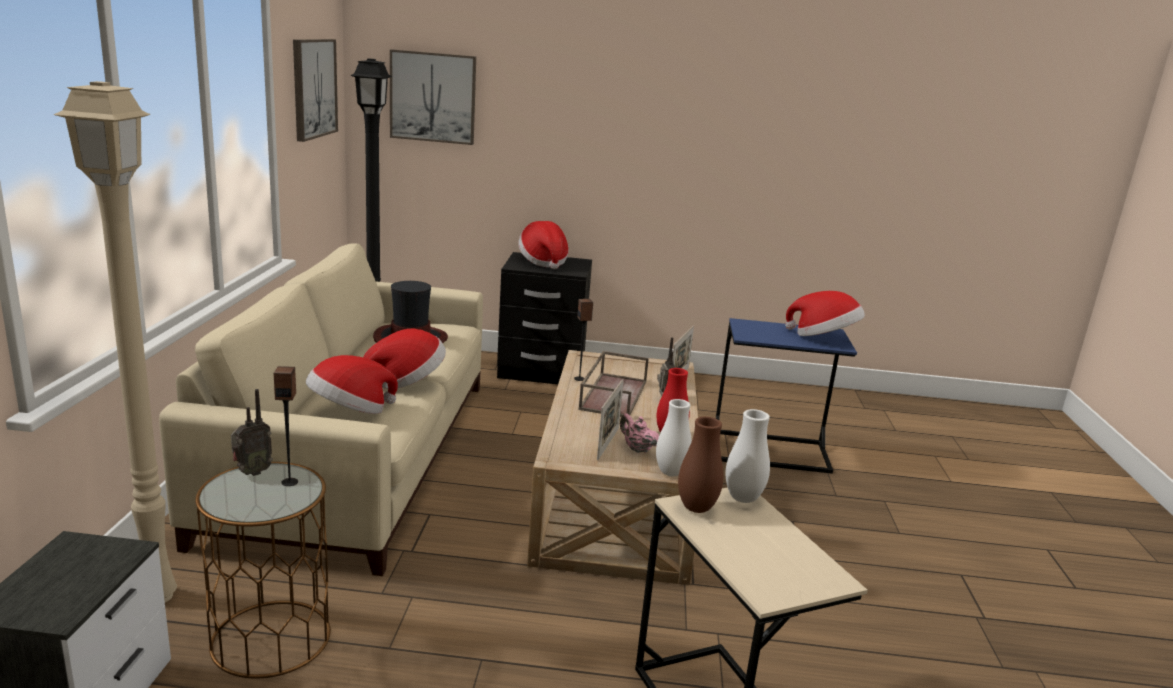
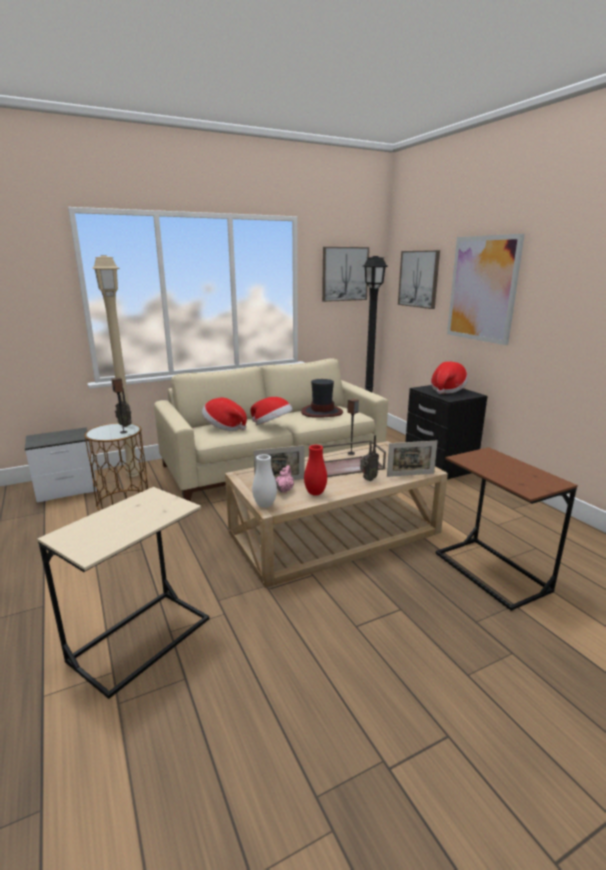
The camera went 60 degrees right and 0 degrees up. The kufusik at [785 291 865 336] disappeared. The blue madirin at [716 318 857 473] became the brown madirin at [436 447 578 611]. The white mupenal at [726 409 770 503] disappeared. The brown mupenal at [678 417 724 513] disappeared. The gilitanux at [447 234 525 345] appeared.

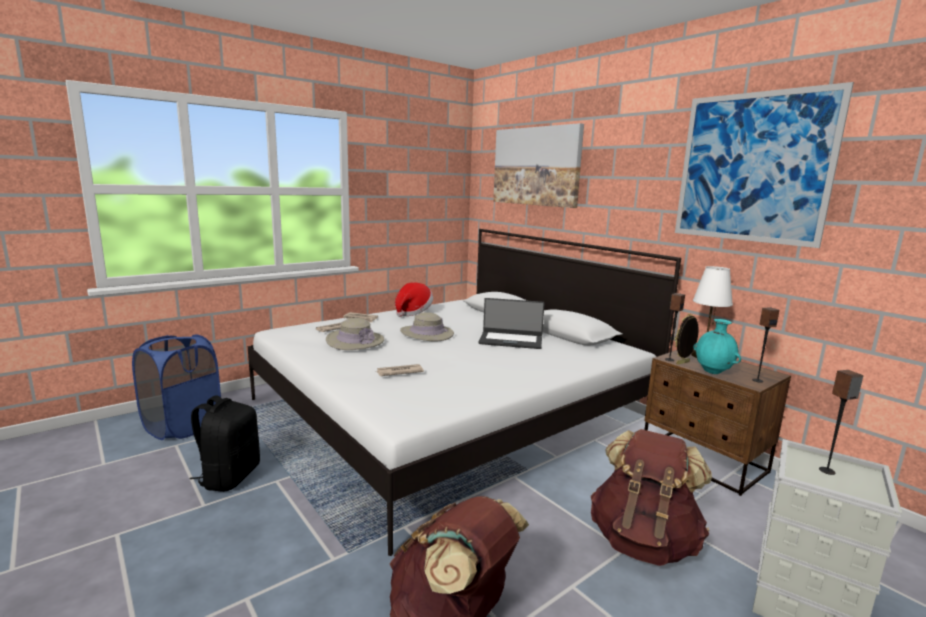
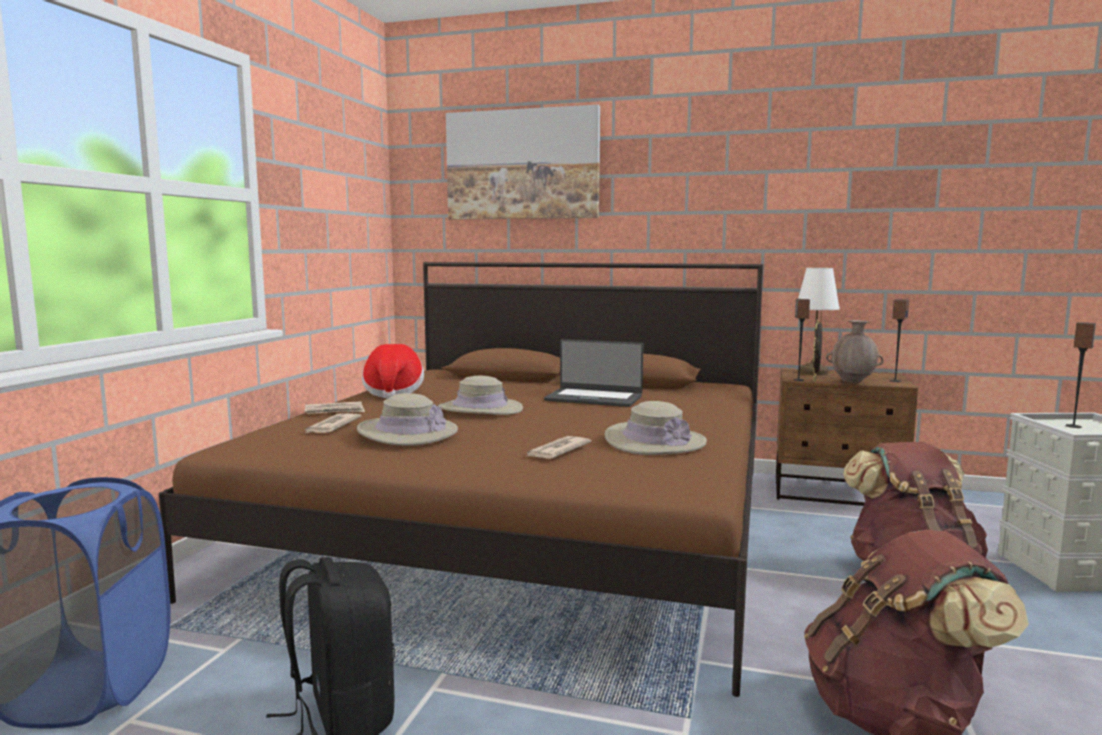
The camera went 35 degrees left and 5 degrees down. The gilitanux at [675 82 854 248] disappeared. The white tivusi at [248 229 681 556] became the brown tivusi at [159 262 763 697]. The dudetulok at [478 298 545 349] turned 45 degrees clockwise. The turquoise mupenal at [693 319 741 374] became the brown mupenal at [826 320 884 383]. The beige kufusik at [605 401 707 455] appeared.

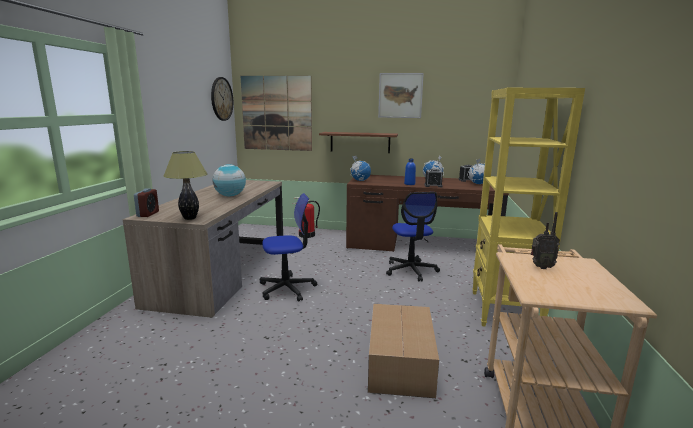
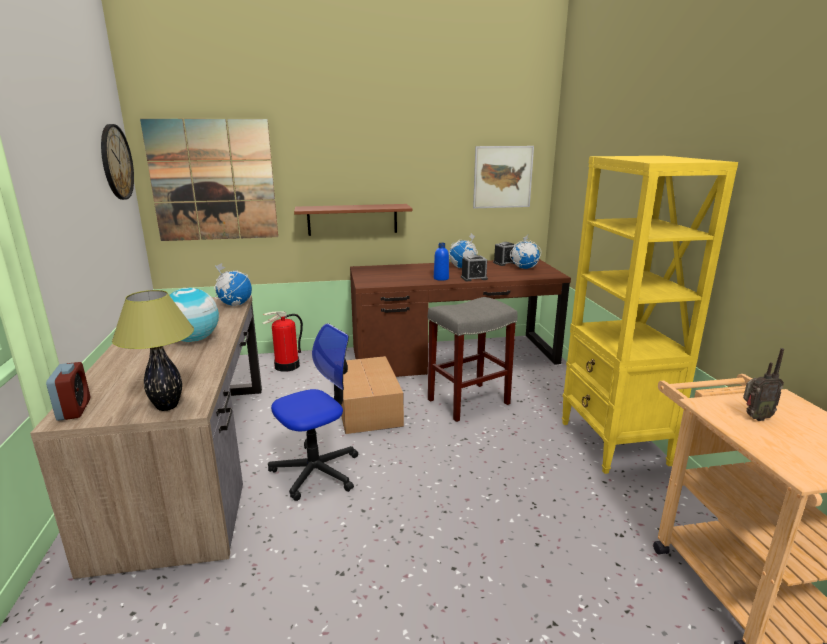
The camera went 20 degrees left and 5 degrees up. The gilitanux moved from [378 73 424 118] to [473 146 534 208]. The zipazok moved from [350 155 371 181] to [214 263 252 306]. The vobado at [386 192 440 282] was replaced by the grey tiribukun at [428 297 518 422]. The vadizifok moved from [368 304 439 398] to [341 356 404 434].

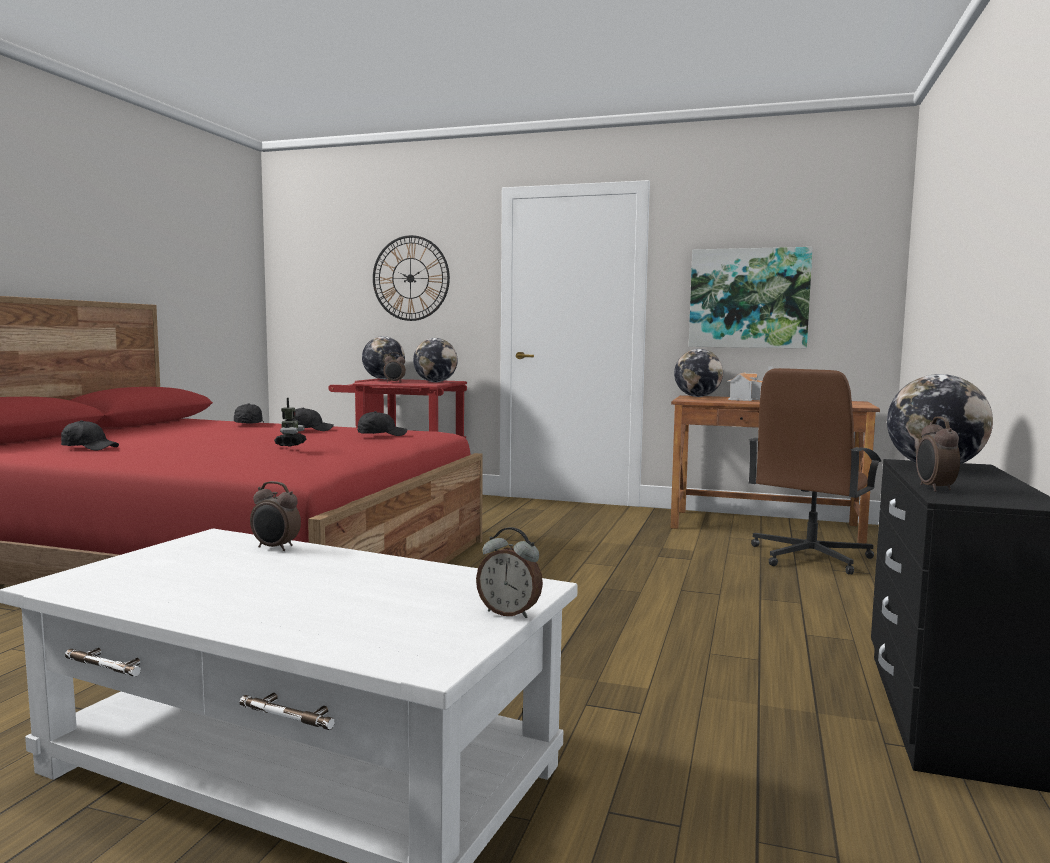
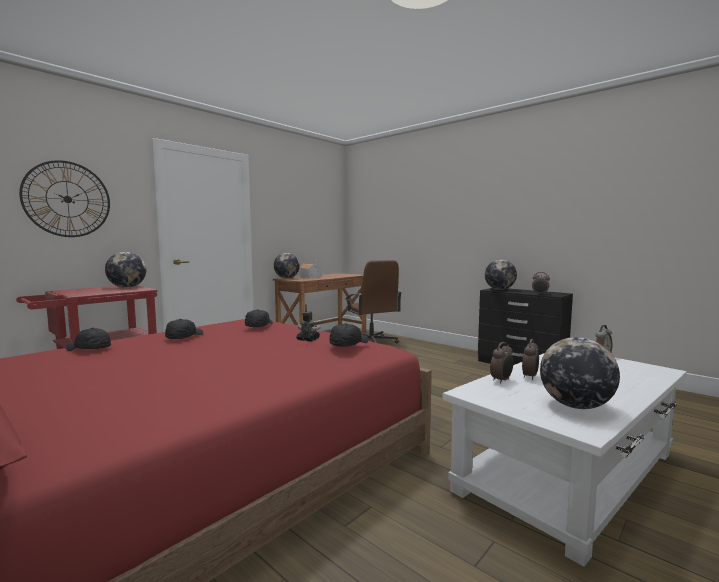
The camera went 65 degrees left and 0 degrees up. The gilitanux at [689 247 813 348] disappeared. The zipazok moved from [362 336 405 379] to [540 337 620 409]. The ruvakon moved from [383 352 406 382] to [522 339 539 380]. The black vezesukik moved from [61 420 119 450] to [330 323 368 347].

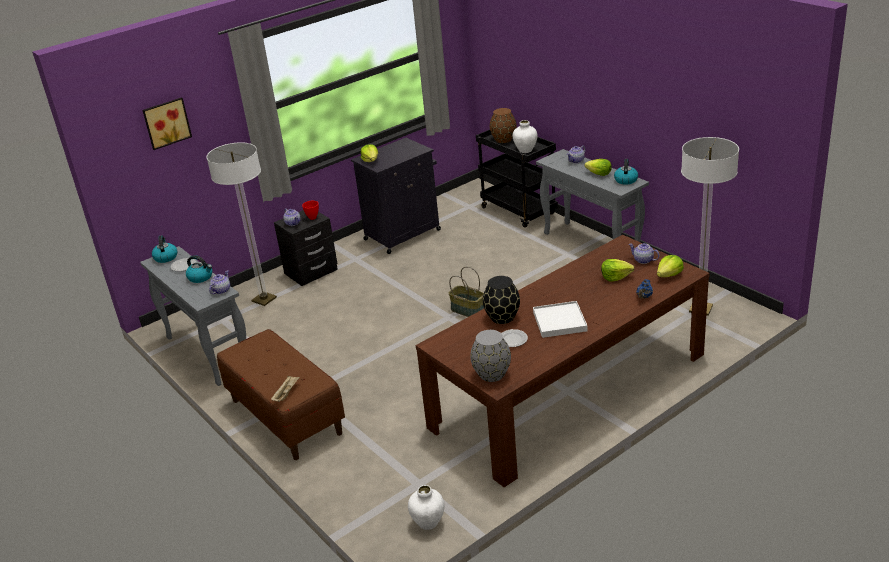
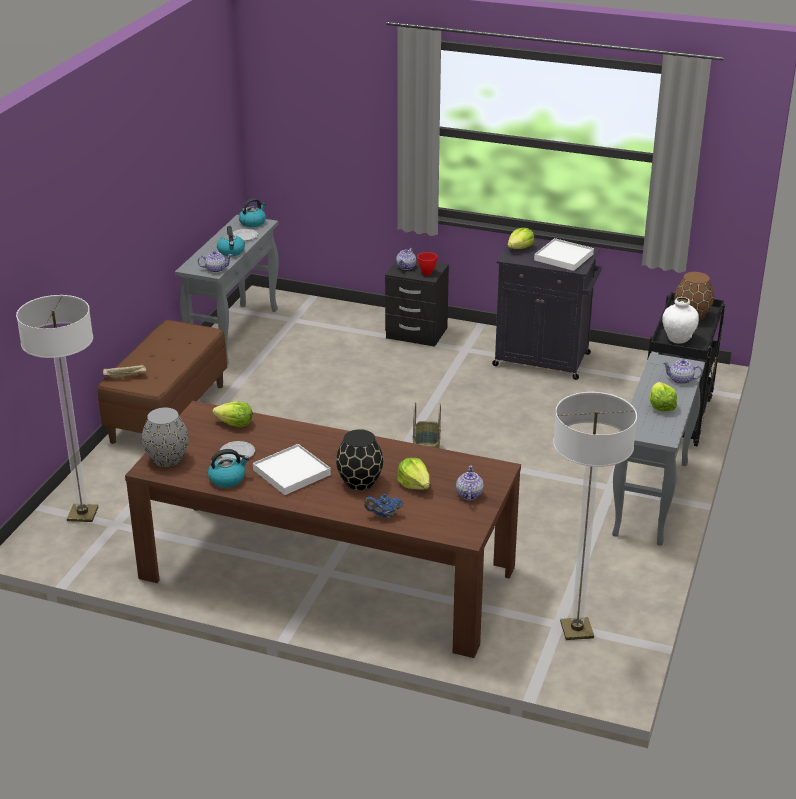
The camera went 55 degrees right and 0 degrees up. The gilitanux at [142 97 192 150] disappeared. The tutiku moved from [206 142 277 306] to [16 295 98 522]. The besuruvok moved from [614 159 638 185] to [208 449 249 488]. The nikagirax moved from [657 255 684 277] to [212 402 253 428]. The black mupenal moved from [483 276 520 324] to [336 429 383 490]. The white mupenal at [408 485 445 530] disappeared. The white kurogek at [534 238 594 271] appeared.

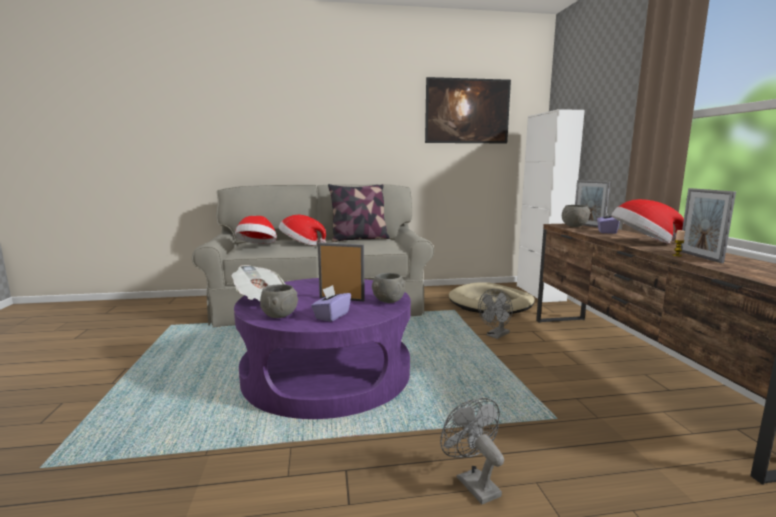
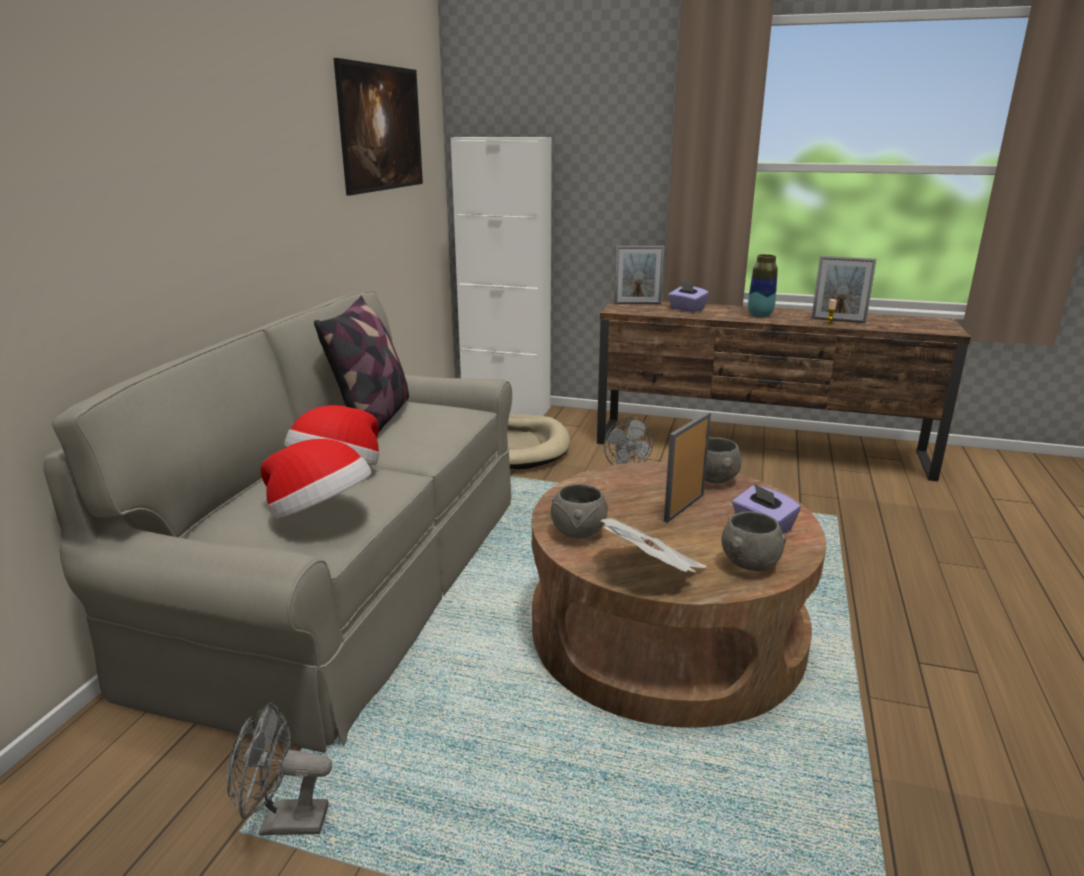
The camera went 65 degrees left and 10 degrees up. The kufusik at [611 199 684 244] was replaced by the mupenal at [748 254 778 317]. The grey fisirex moved from [562 205 591 227] to [551 484 608 539]. The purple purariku at [234 278 411 419] became the brown purariku at [532 462 826 728]. The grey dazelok moved from [440 398 504 505] to [227 702 332 835].

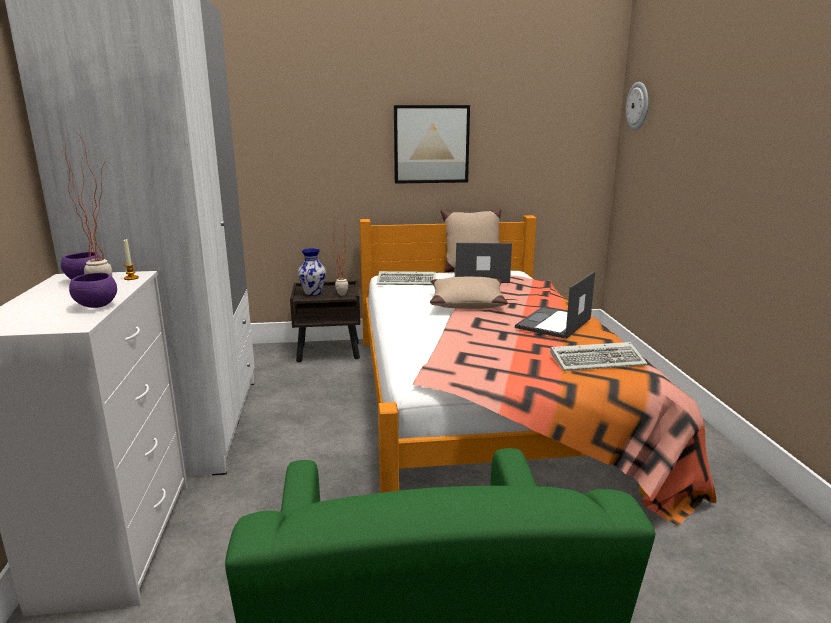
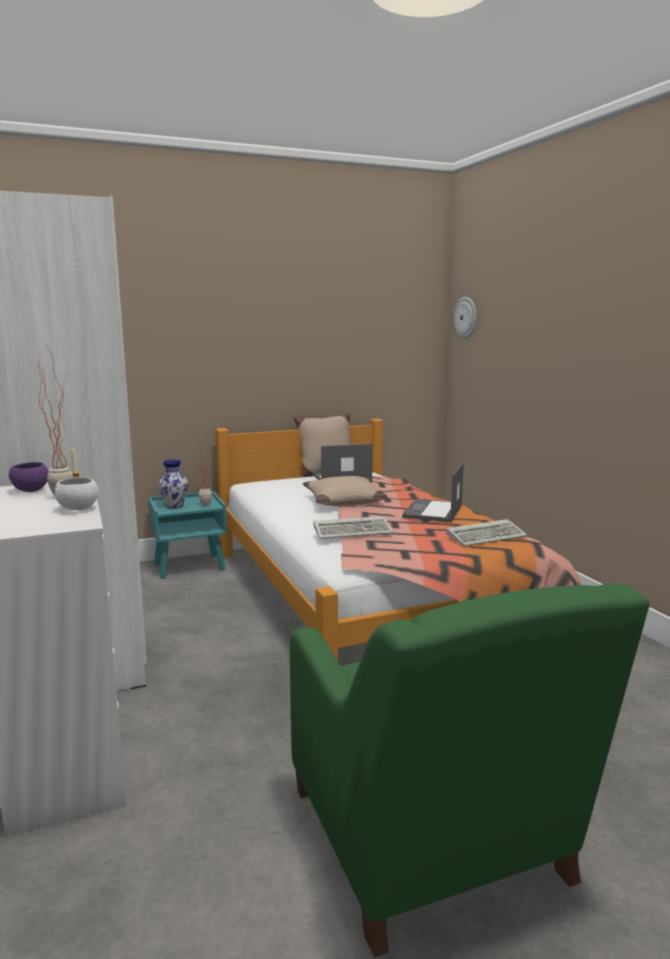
The camera went 15 degrees left and 5 degrees down. The gilitanux at [394 105 470 184] disappeared. The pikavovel moved from [377 271 436 285] to [314 516 393 539]. The purple fisirex at [69 273 117 308] became the white fisirex at [55 477 99 510]. The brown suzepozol at [290 281 360 362] became the turquoise suzepozol at [148 491 227 579].

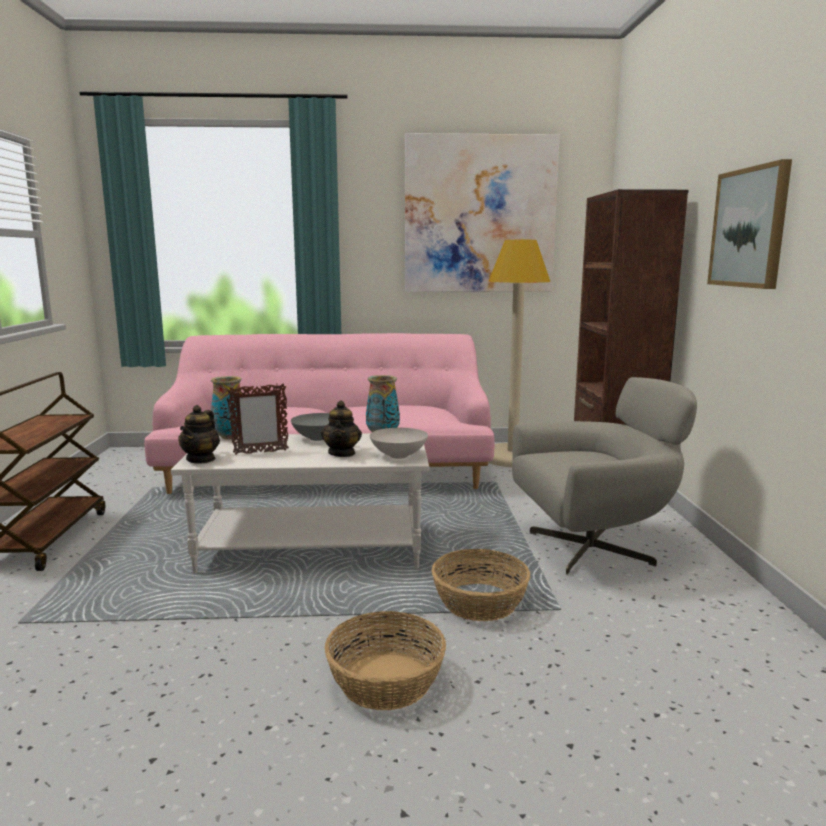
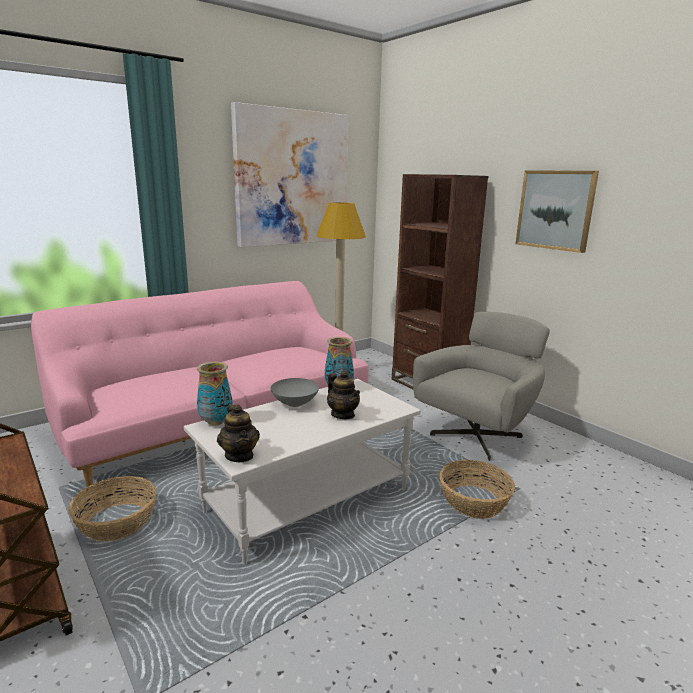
The camera went 35 degrees left and 5 degrees up. The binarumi at [227 384 289 455] disappeared. The white fisirex at [370 428 428 459] disappeared. The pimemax moved from [325 611 446 710] to [68 476 156 541].

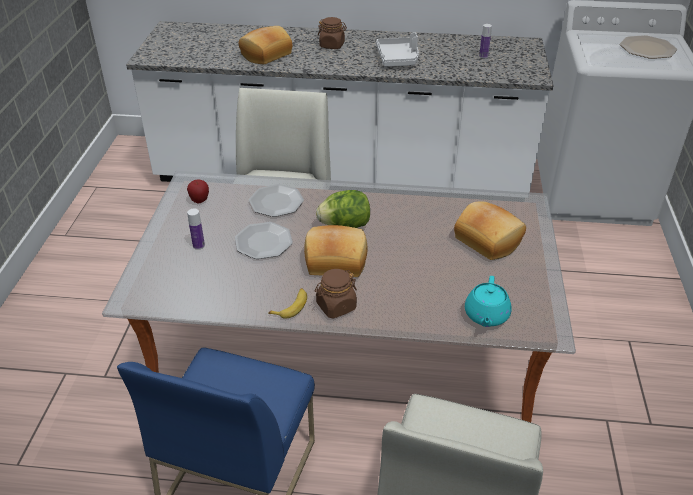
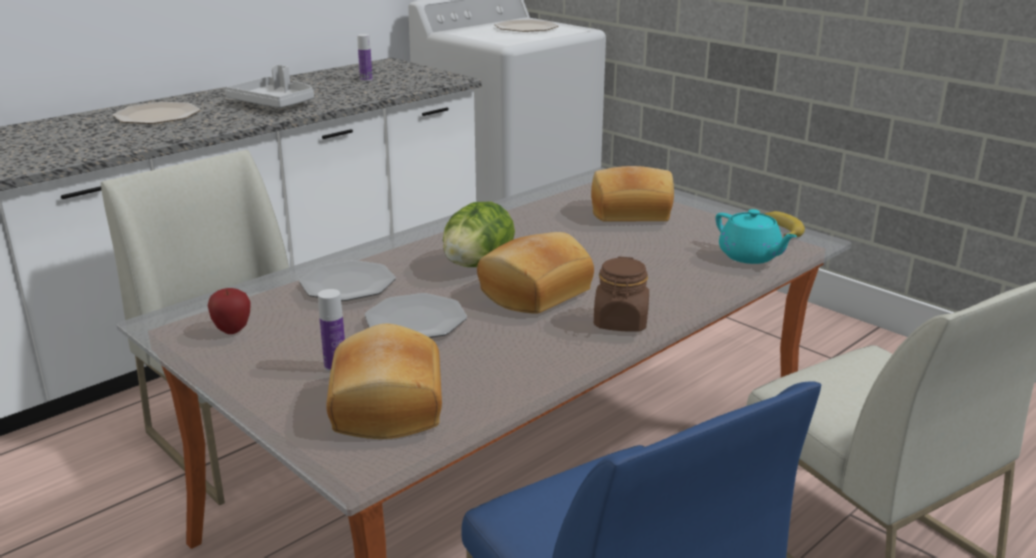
The camera went 50 degrees left and 15 degrees down. The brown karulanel at [318 17 347 49] was replaced by the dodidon at [112 102 200 124]. The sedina moved from [239 26 293 64] to [326 324 442 439]. The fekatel moved from [268 288 307 319] to [765 211 805 237].

